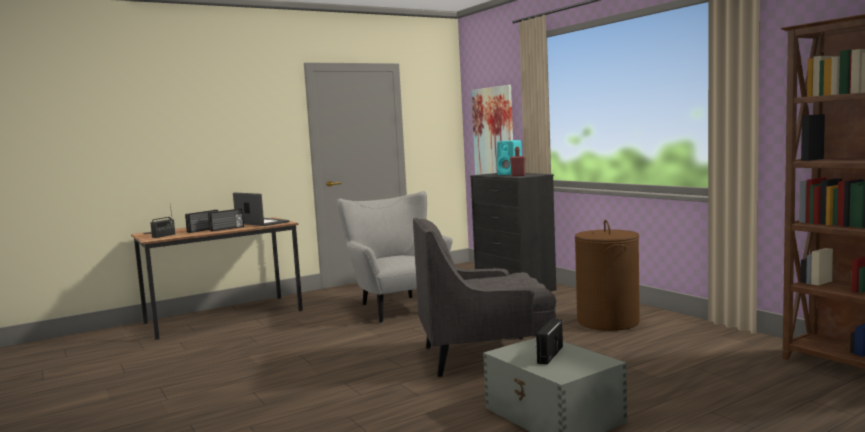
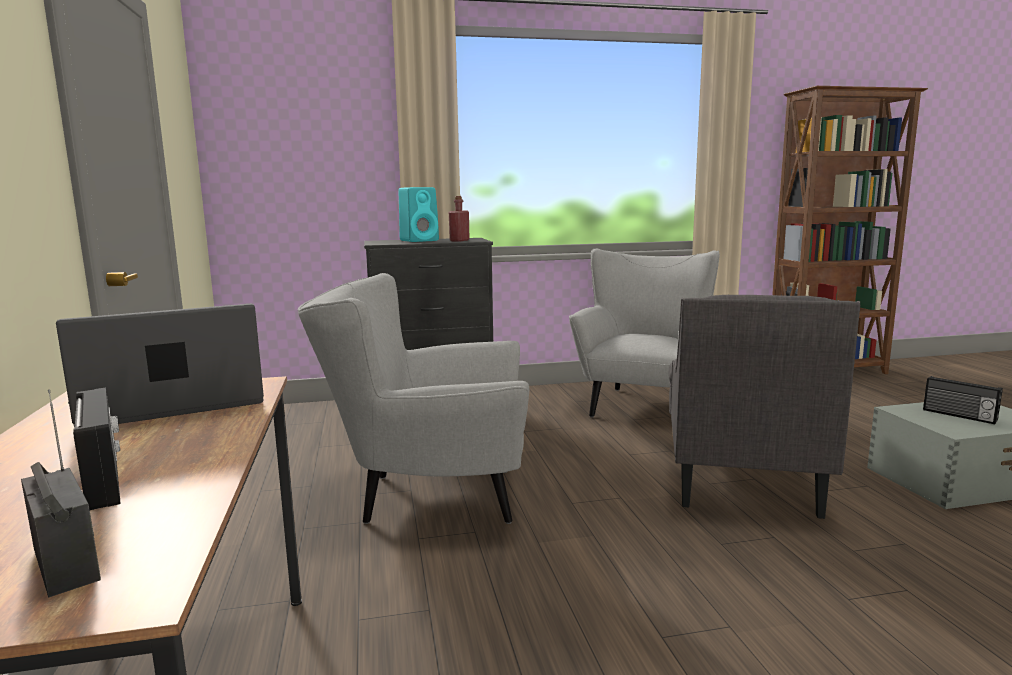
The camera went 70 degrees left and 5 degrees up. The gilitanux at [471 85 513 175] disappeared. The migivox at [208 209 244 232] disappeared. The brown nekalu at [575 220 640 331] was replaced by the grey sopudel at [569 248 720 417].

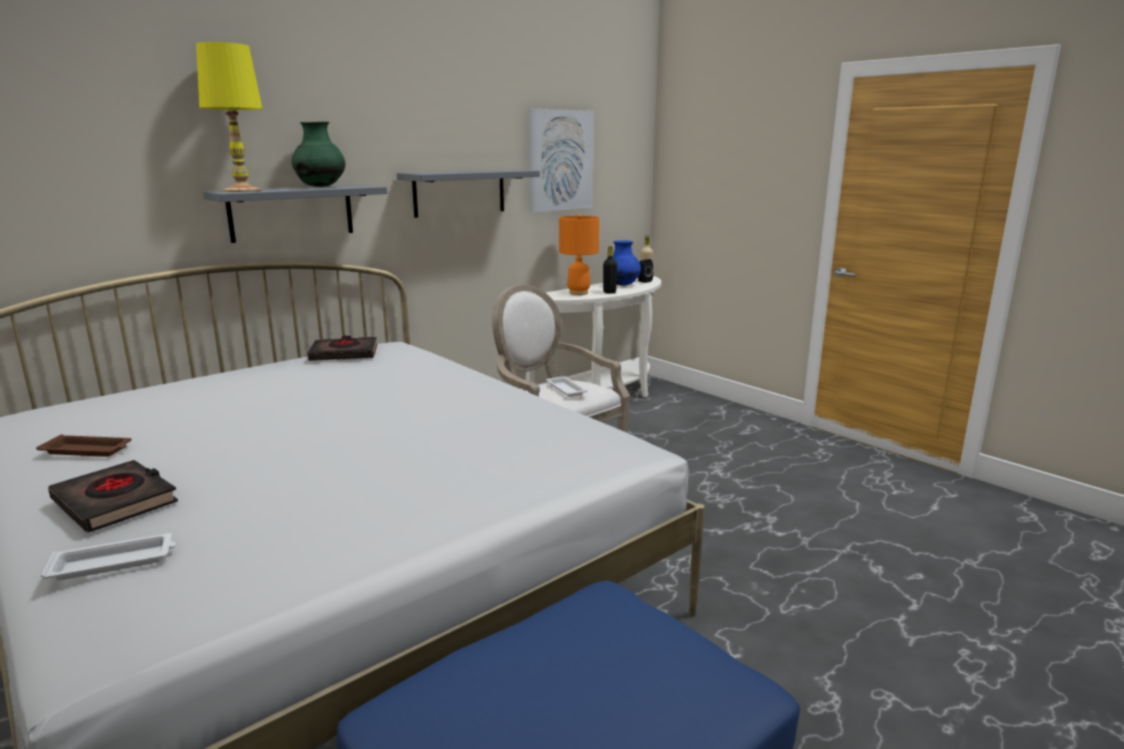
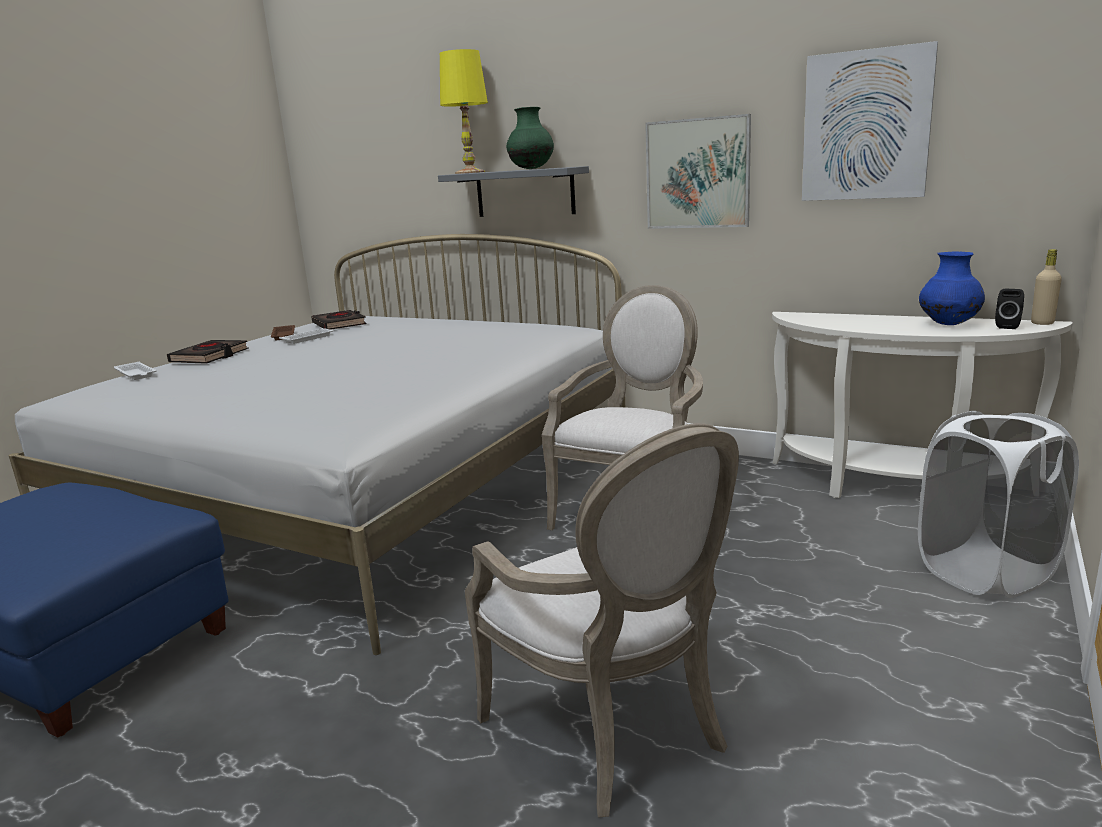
The camera went 70 degrees right and 0 degrees up. The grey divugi at [397 170 540 218] was replaced by the gilitanux at [645 114 751 229]. The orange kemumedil at [559 214 599 295] disappeared. The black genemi at [603 246 617 294] disappeared. The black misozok moved from [308 336 377 361] to [312 310 366 330]. The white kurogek moved from [546 376 588 397] to [279 328 334 344]. The white nekalu at [918 411 1079 598] appeared. The sopudel at [465 423 739 817] appeared.

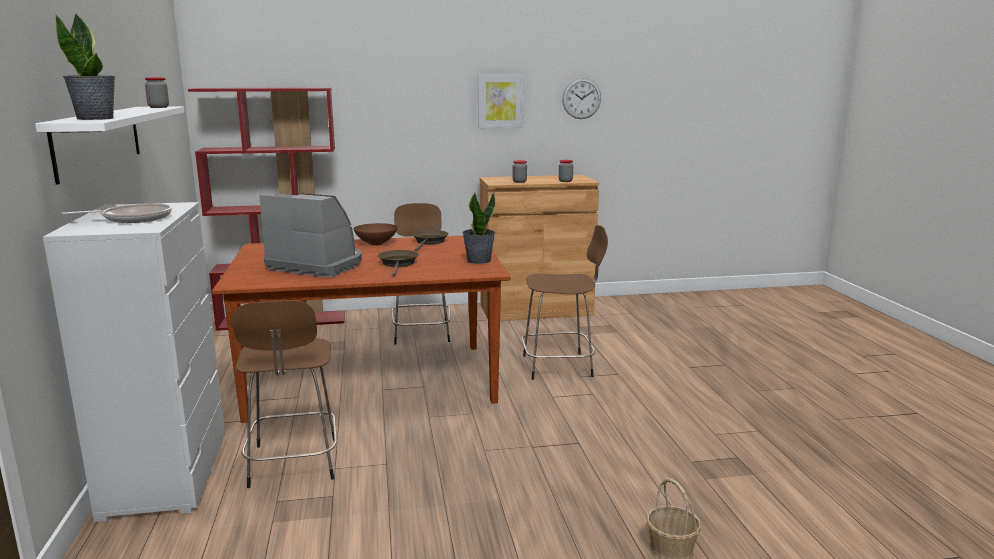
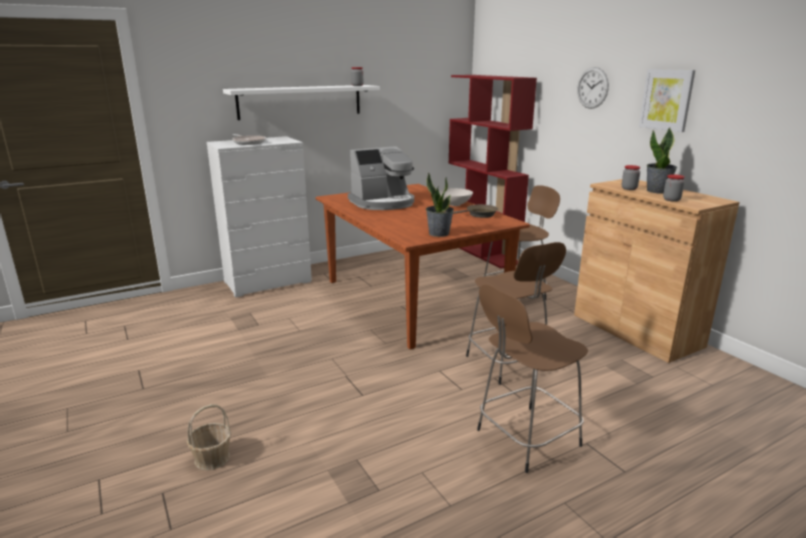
The camera went 70 degrees right and 5 degrees up. The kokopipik moved from [55 14 116 120] to [646 127 677 194]. The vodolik moved from [562 78 601 119] to [577 67 609 109]. The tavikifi at [259 193 362 277] turned 60 degrees clockwise. The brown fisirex at [354 223 397 245] became the white fisirex at [439 188 473 206]. The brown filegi at [378 250 419 276] disappeared. The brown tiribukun moved from [232 300 337 488] to [477 284 588 473].

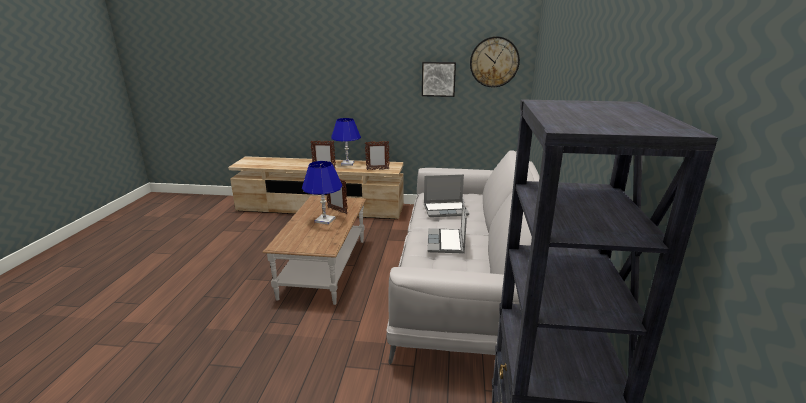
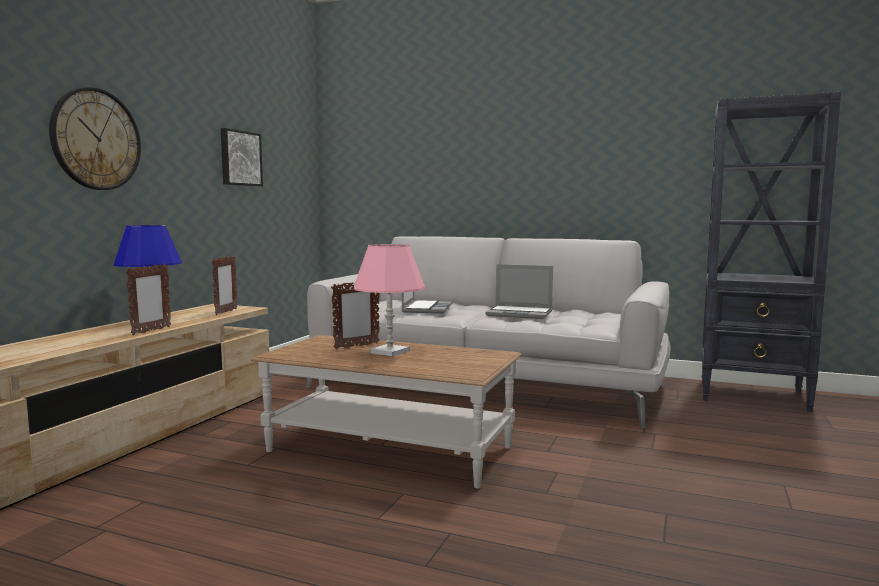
The camera went 75 degrees left and 15 degrees down. The vodolik moved from [470 36 520 87] to [49 87 141 190]. The blue kemumedil at [302 161 343 225] became the pink kemumedil at [354 244 425 357].

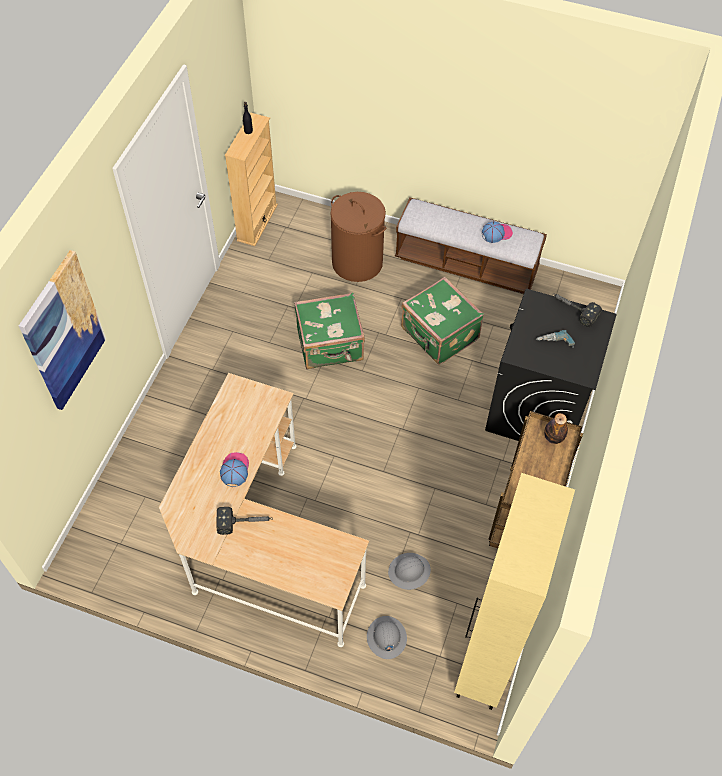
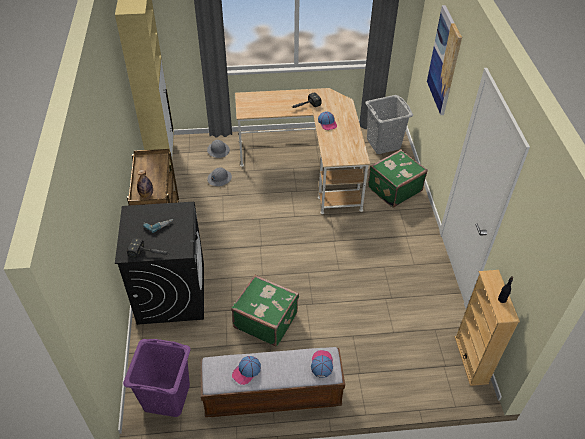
The camera went 155 degrees right and 10 degrees down. The brown nekalu at [330 192 386 282] disappeared. The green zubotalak moved from [294 293 365 369] to [368 149 428 208]. The grey nekalu at [365 95 413 154] appeared. The purple nekalu at [123 339 191 417] appeared. The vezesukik at [311 350 333 378] appeared.

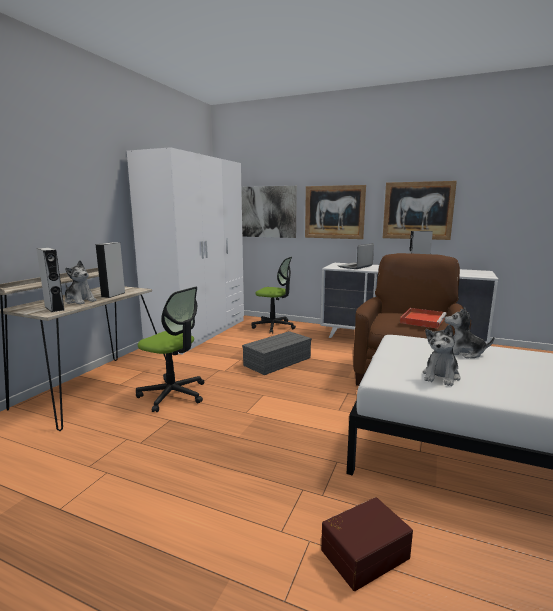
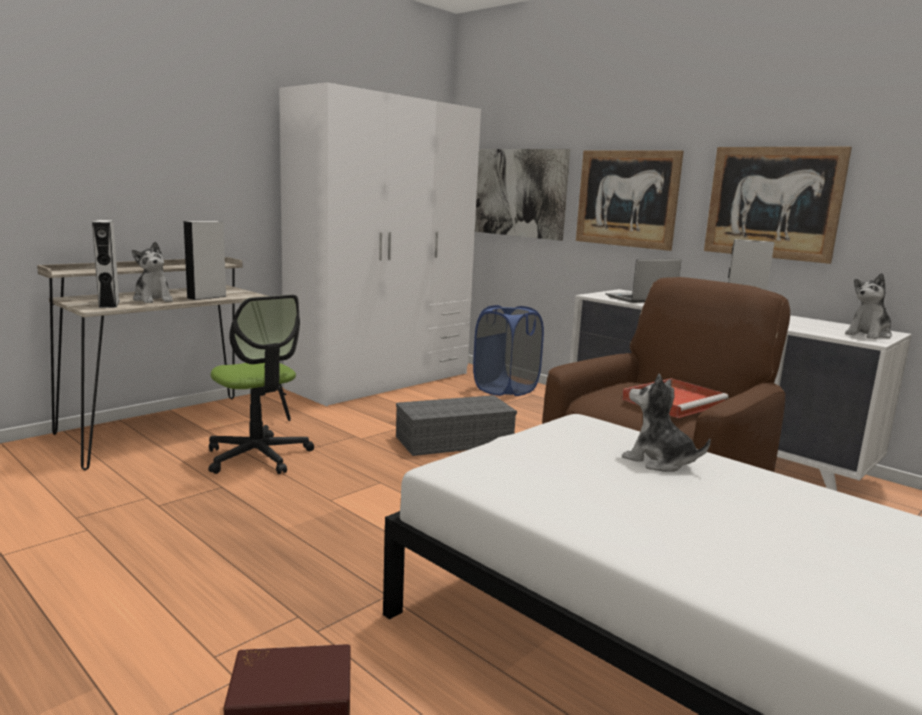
The camera went 20 degrees right and 0 degrees up. The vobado at [252 257 296 334] was replaced by the blue nekalu at [473 305 544 396]. The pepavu moved from [423 325 461 386] to [845 273 892 339].

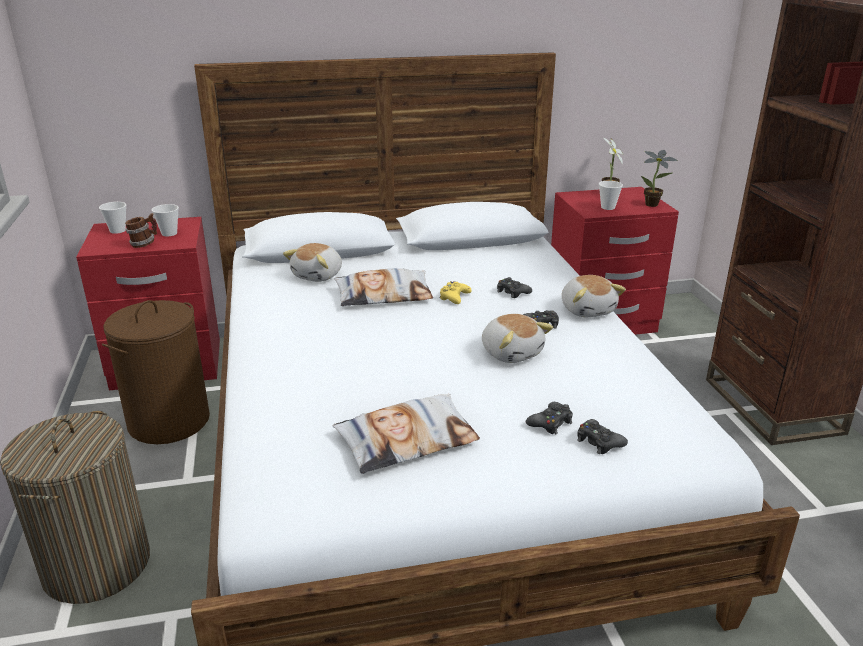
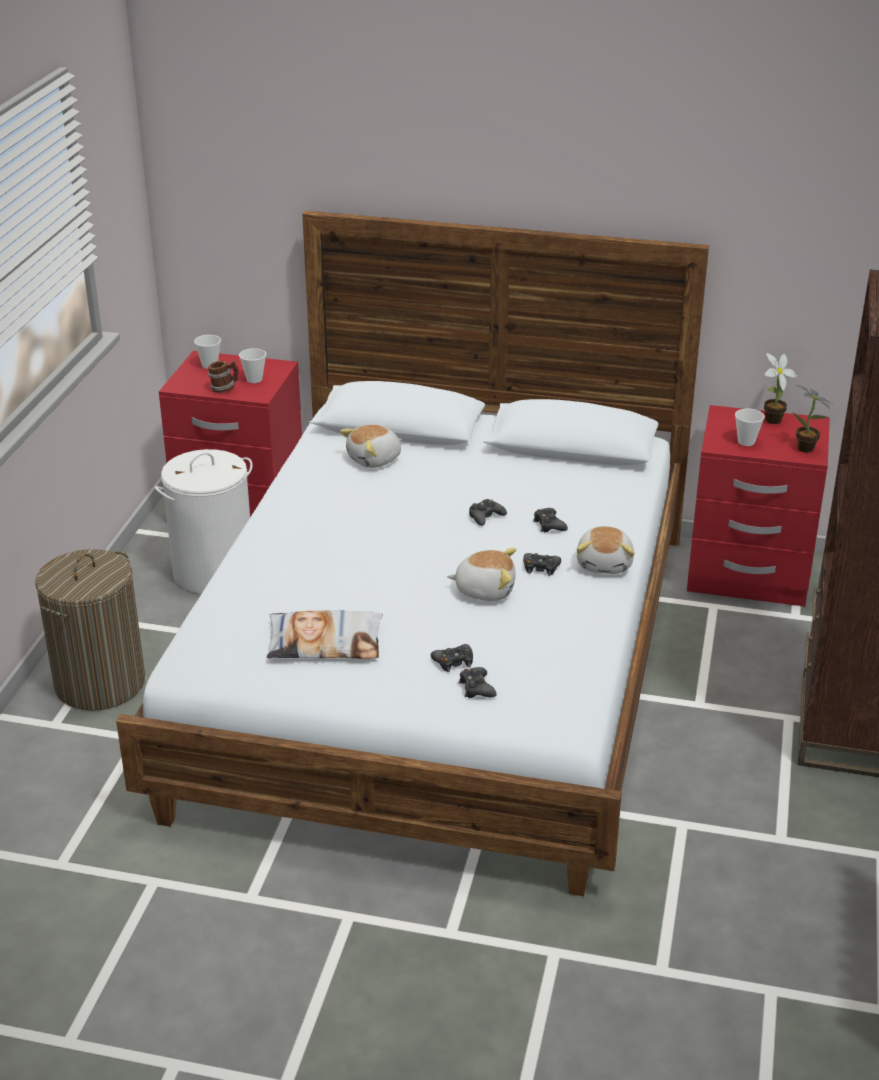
The camera went 25 degrees right and 5 degrees up. The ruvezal at [334 268 433 306] disappeared. The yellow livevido at [440 281 472 304] became the black livevido at [469 499 507 526]. The brown nekalu at [102 300 210 444] became the white nekalu at [155 449 253 594]. The pepavu at [482 314 553 363] turned 75 degrees counterclockwise.

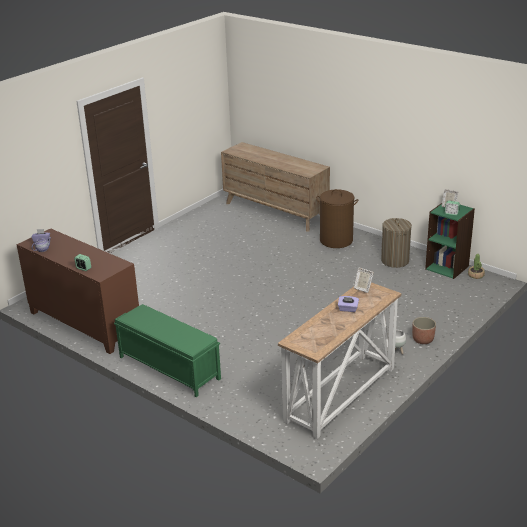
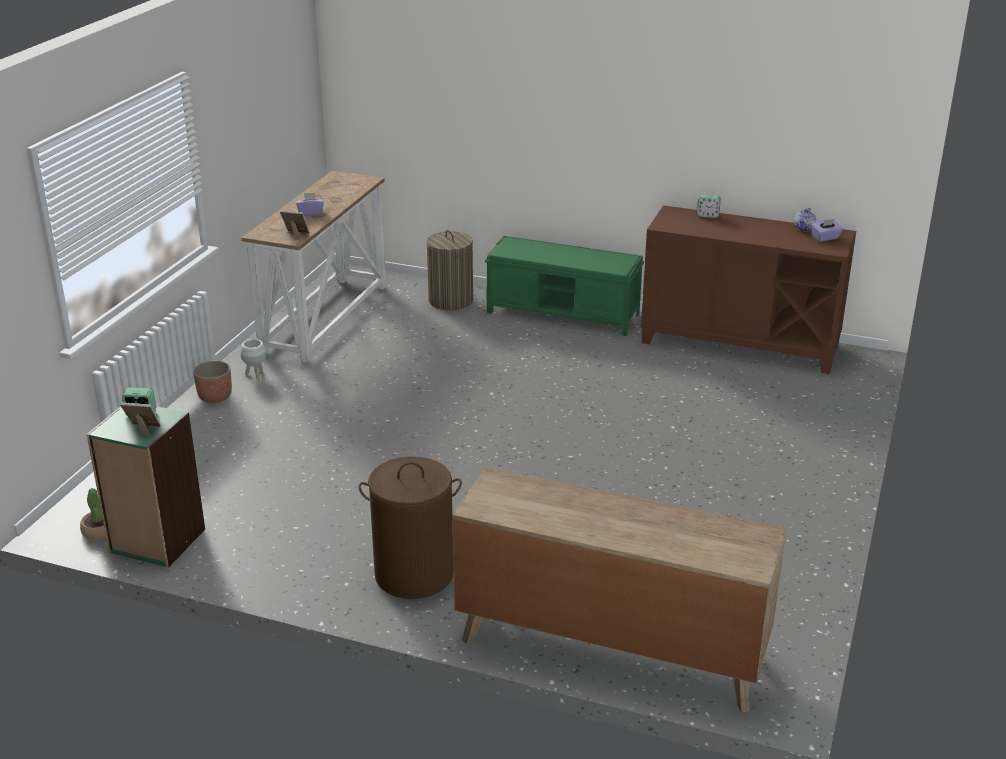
The camera went 160 degrees right and 0 degrees up. The nekalu moved from [381 218 412 268] to [426 230 473 310].

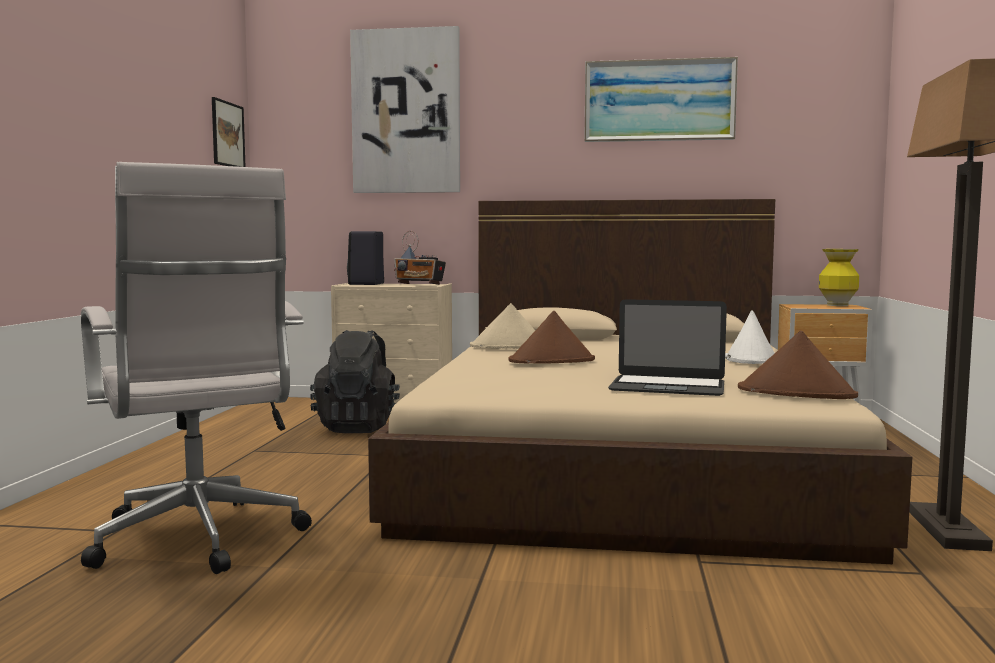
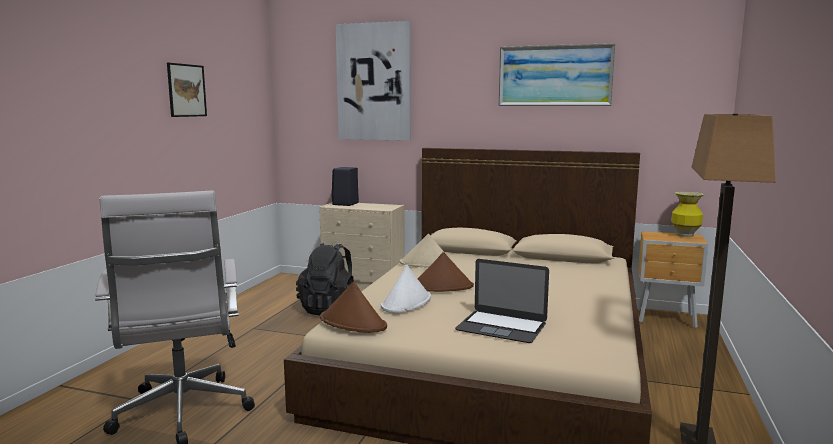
The camera went 10 degrees right and 5 degrees up. The gilitanux moved from [212 97 246 167] to [167 63 207 117]. The migivox at [394 231 446 285] disappeared. The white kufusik moved from [725 310 775 364] to [381 265 431 313]. The brown kufusik moved from [738 331 858 399] to [320 281 387 333].

